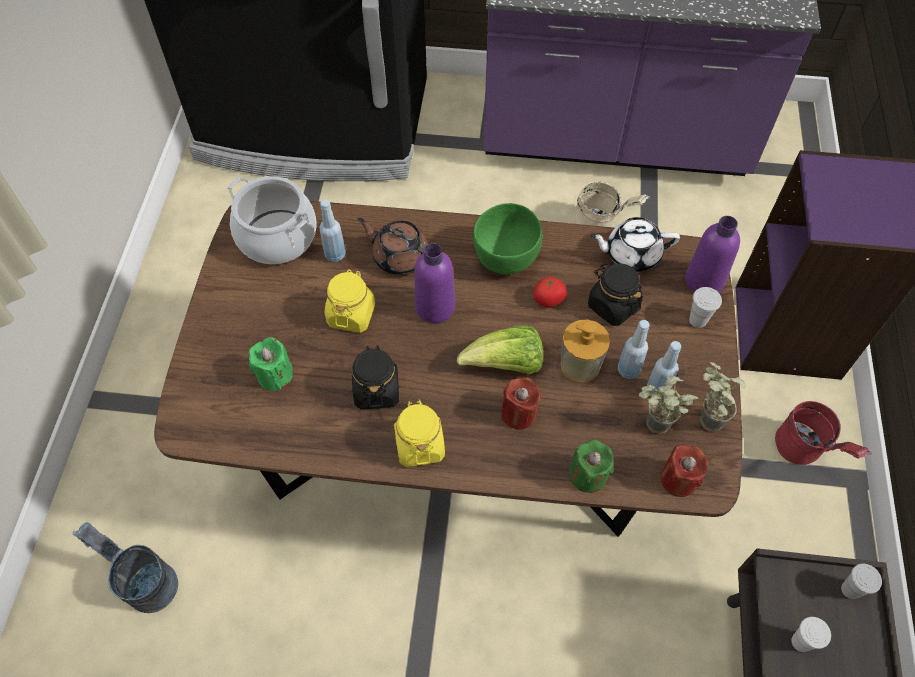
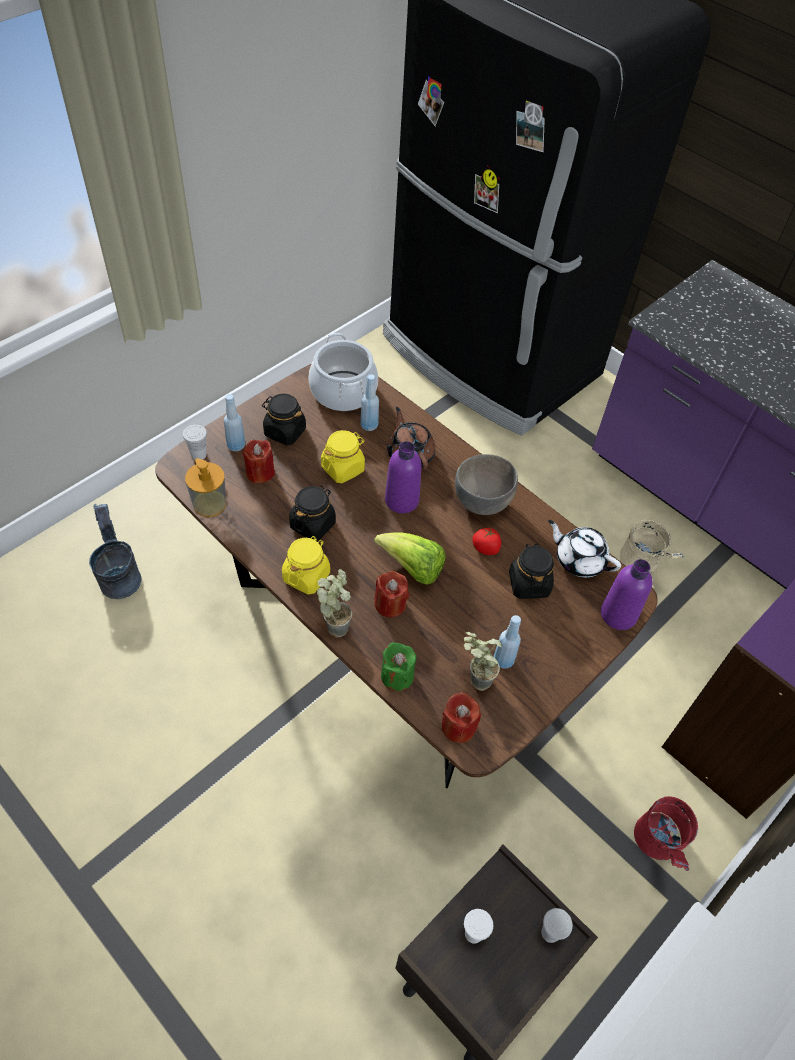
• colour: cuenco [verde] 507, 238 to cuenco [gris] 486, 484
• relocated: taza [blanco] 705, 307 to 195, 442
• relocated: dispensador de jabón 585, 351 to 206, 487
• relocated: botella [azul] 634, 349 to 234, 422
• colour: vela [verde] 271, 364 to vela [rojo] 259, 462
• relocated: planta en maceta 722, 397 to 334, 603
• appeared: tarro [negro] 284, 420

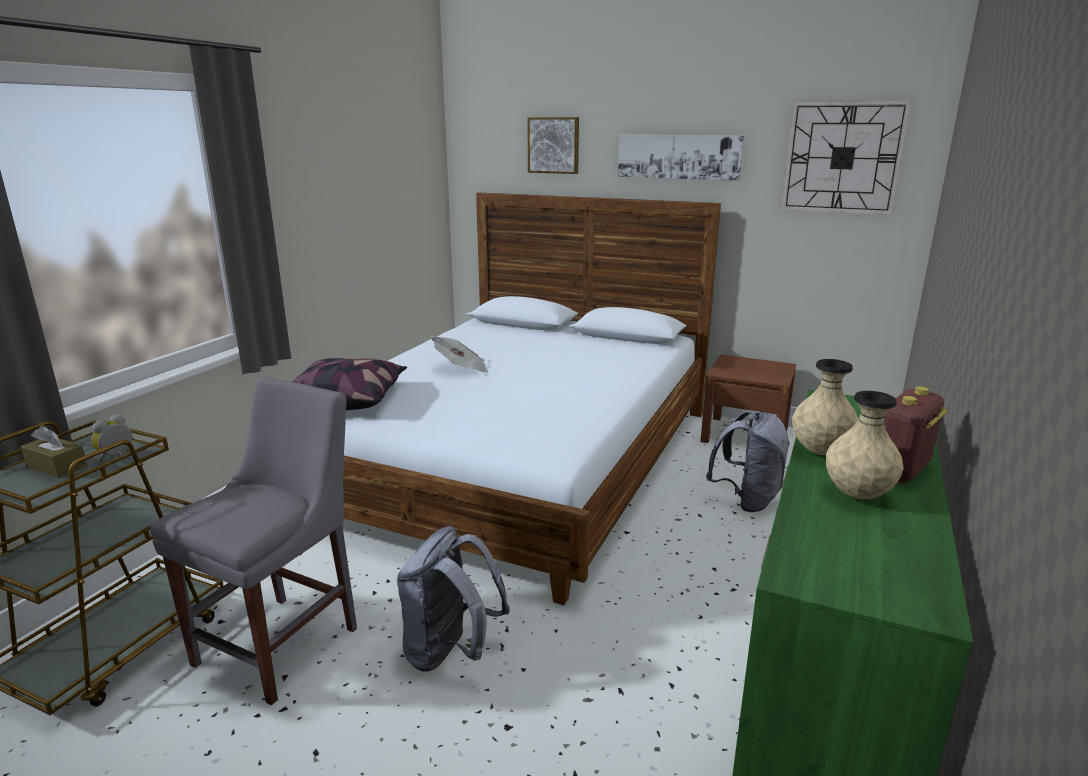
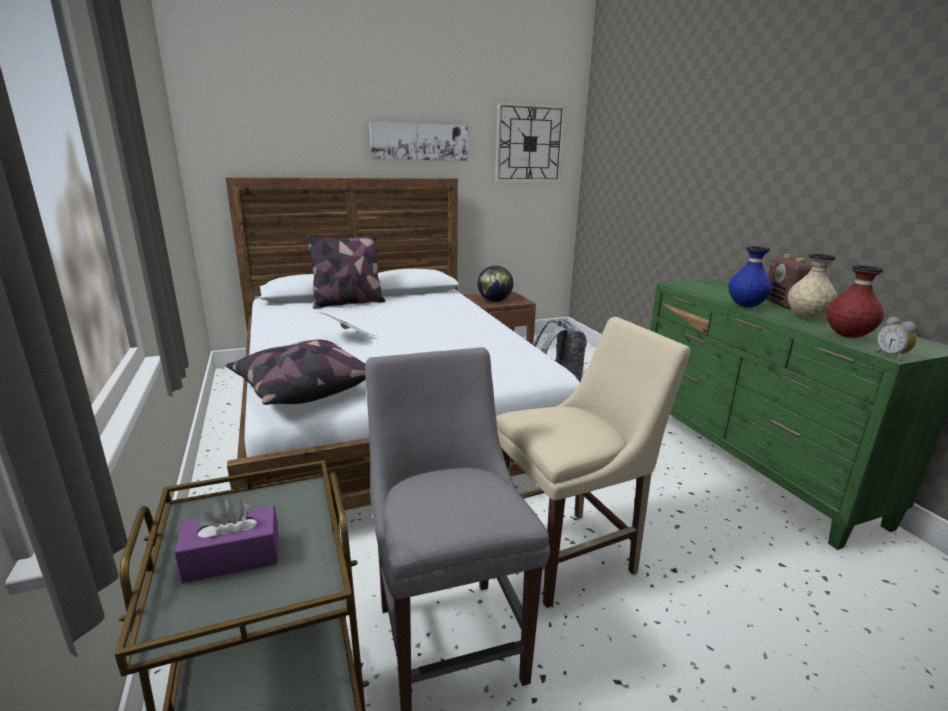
• missing: cuadro 553, 145
• colour: florero [beis] 825, 407 to florero [azul] 750, 276
• relocated: despertador 112, 438 to 896, 339
• colour: caja de pañuelos [marrón] 54, 451 to caja de pañuelos [morado] 226, 540
• exchanged: mochila [gris] 453, 599 to silla [beis] 593, 462
• appeared: cojín 345, 271
• appeared: globo terráqueo 495, 283
• appeared: florero [rojo] 855, 301

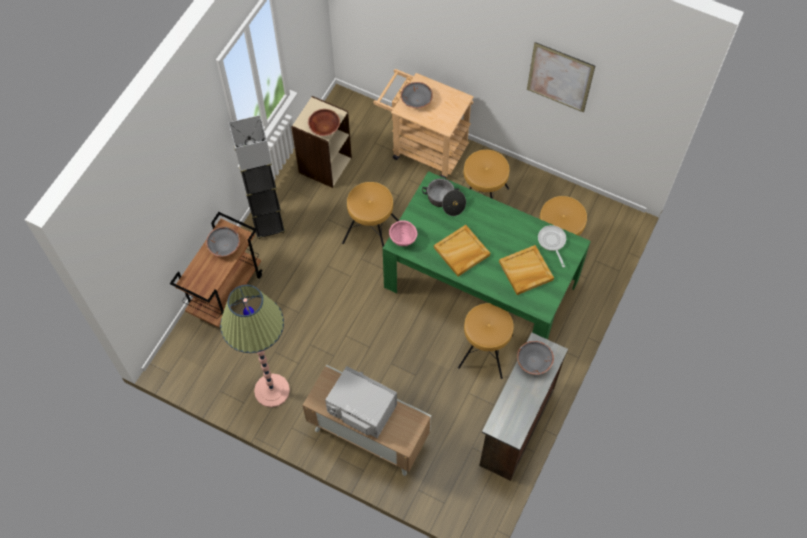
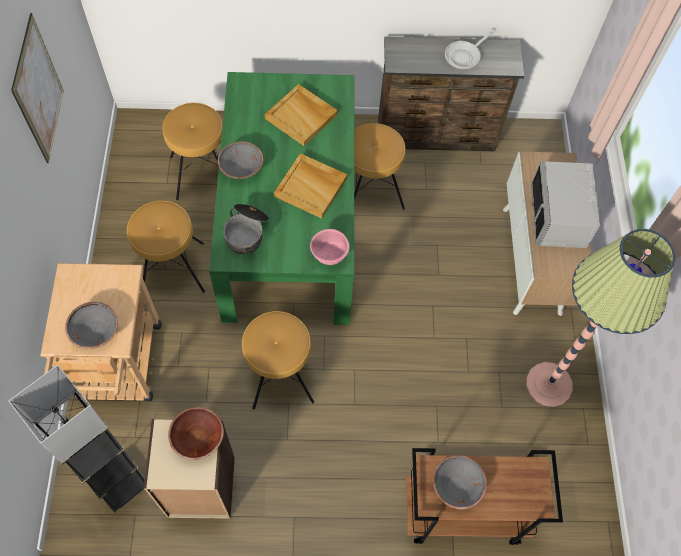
• relocated: lámpara de pie [gris] 257, 177 to 76, 439
• relocated: sartén 552, 246 to 470, 50
• relocated: cuenco [gris] 535, 358 to 240, 160

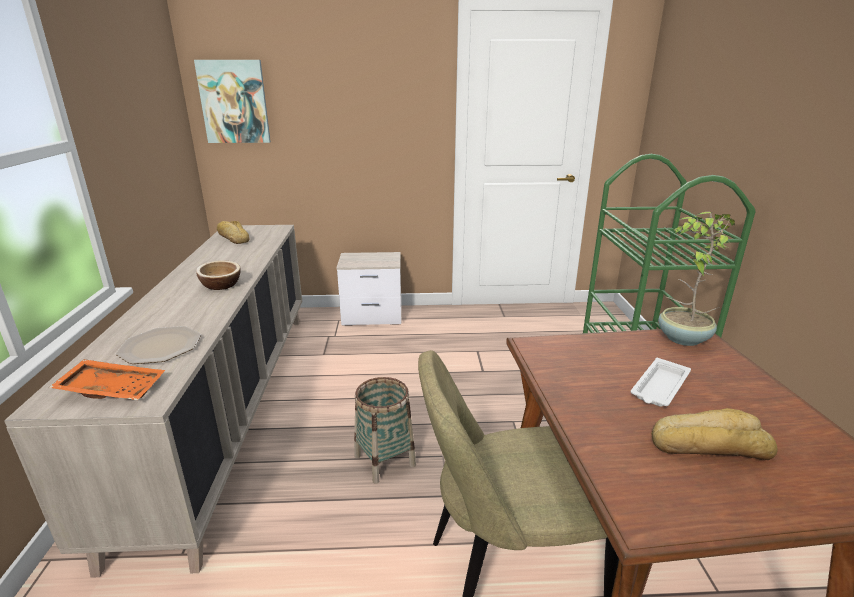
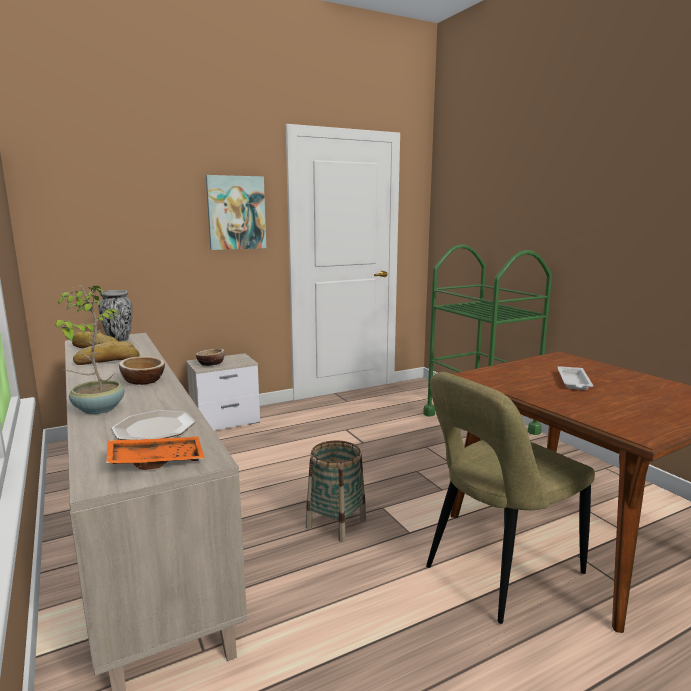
• relocated: cuadro 232, 101 to 236, 212
• relocated: planta en maceta 696, 279 to 90, 349
• relocated: pan 714, 434 to 106, 353
• appeared: florero 115, 316
• appeared: cuenco 210, 357

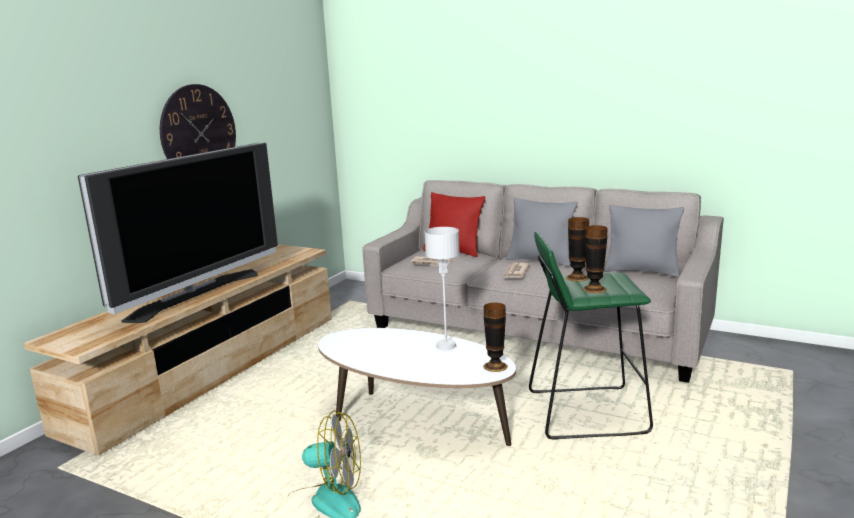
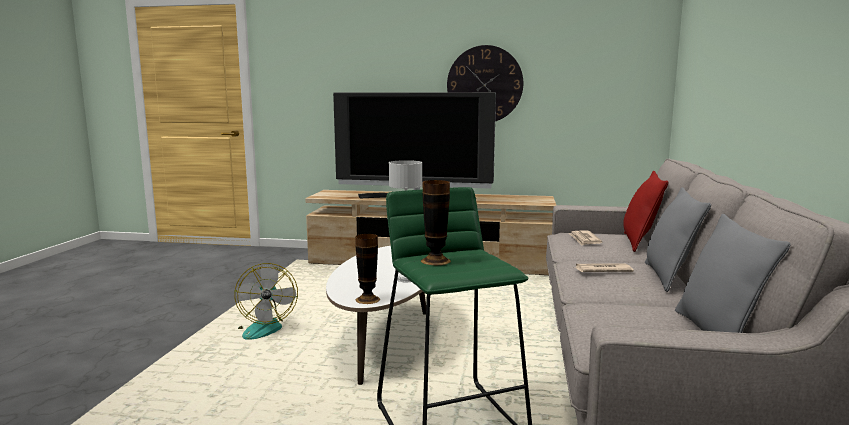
• missing: florero 577, 249

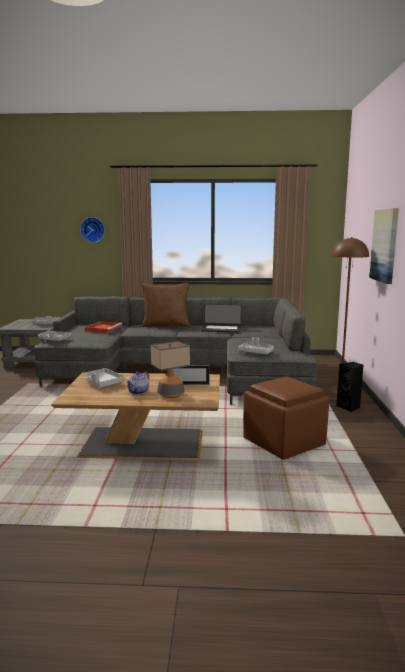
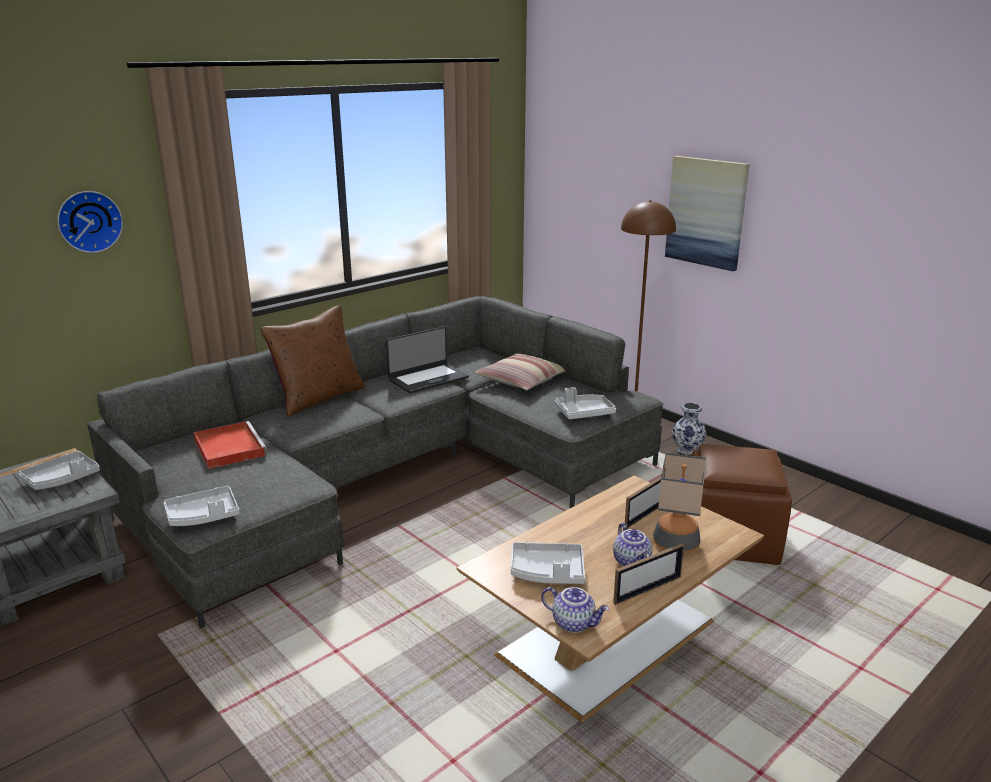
• exchanged: altavoz [negro] 349, 387 to florero 689, 429
• appeared: cojín 520, 371
• appeared: portarretratos 648, 574
• appeared: tetera 575, 610

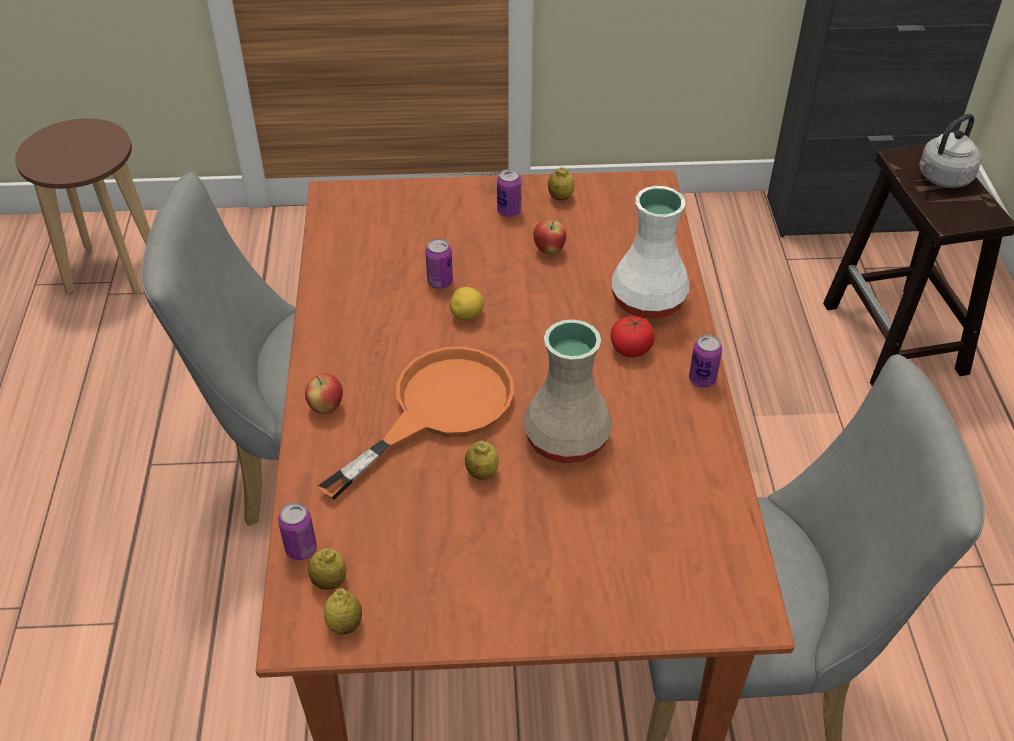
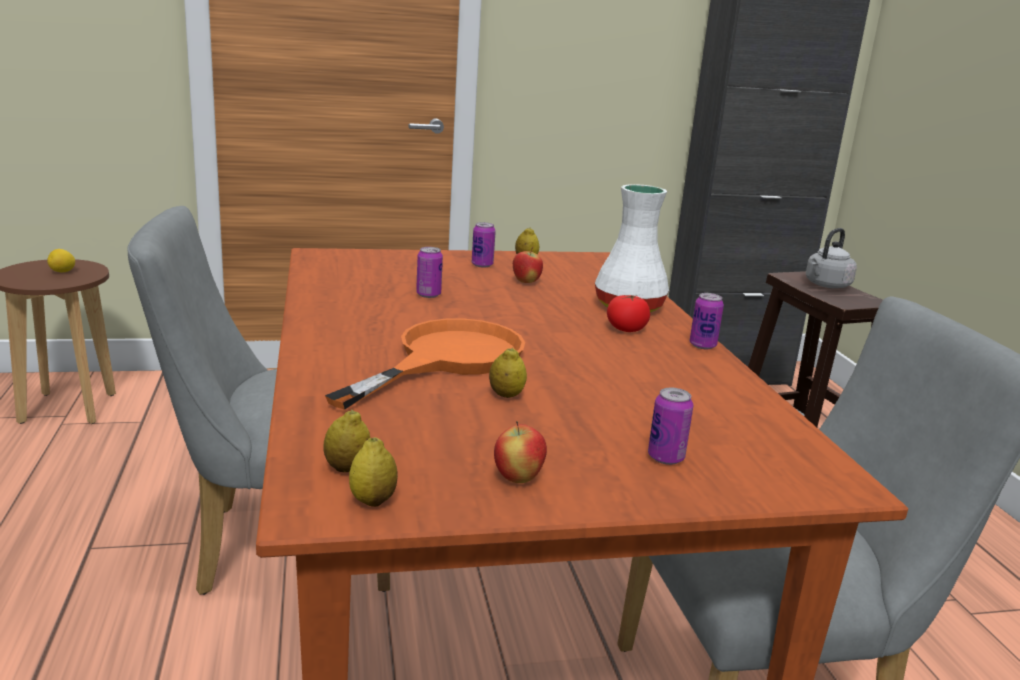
• relocated: limón 467, 303 to 61, 260
• missing: florero [beis] 567, 392
• relocated: manzana 324, 393 to 520, 452
• relocated: lata 297, 531 to 670, 426

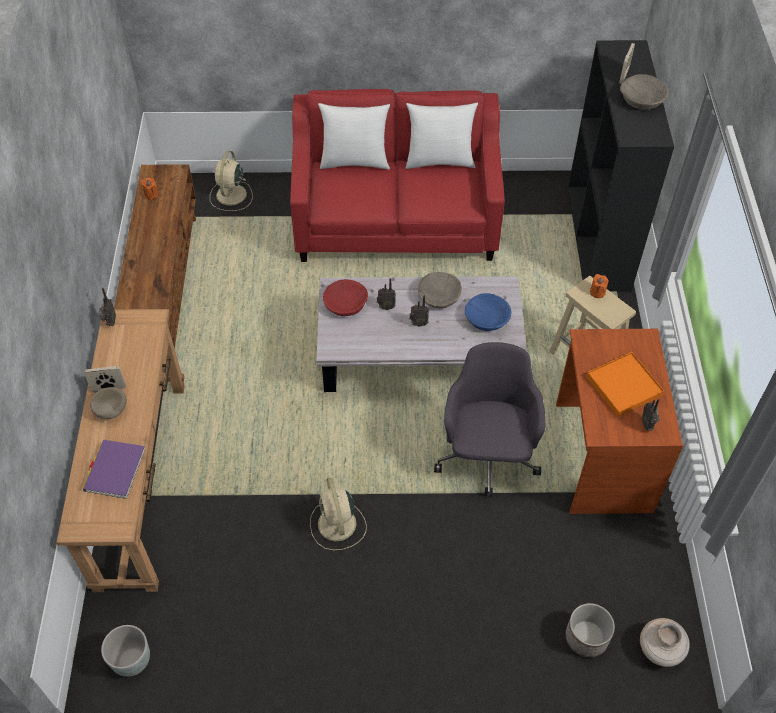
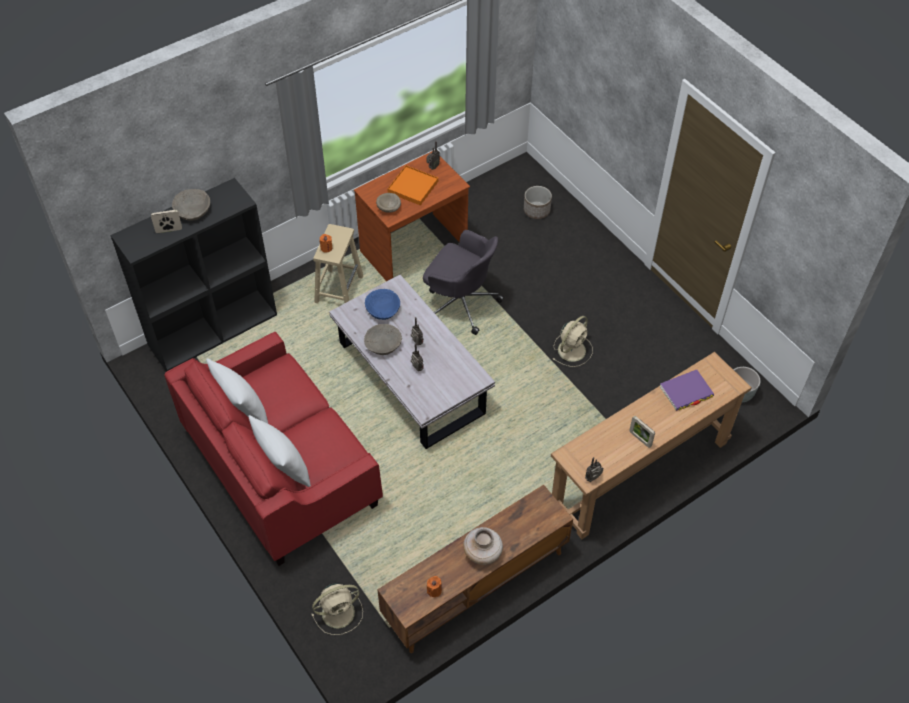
• missing: cuenco [rojo] 345, 297
• spun: silla de oficina [gris] 490, 419 = 463, 282 120 degrees counterclockwise
• relocated: cuenco [beis] 108, 403 to 388, 203
• relocated: florero [beis] 665, 642 to 483, 546

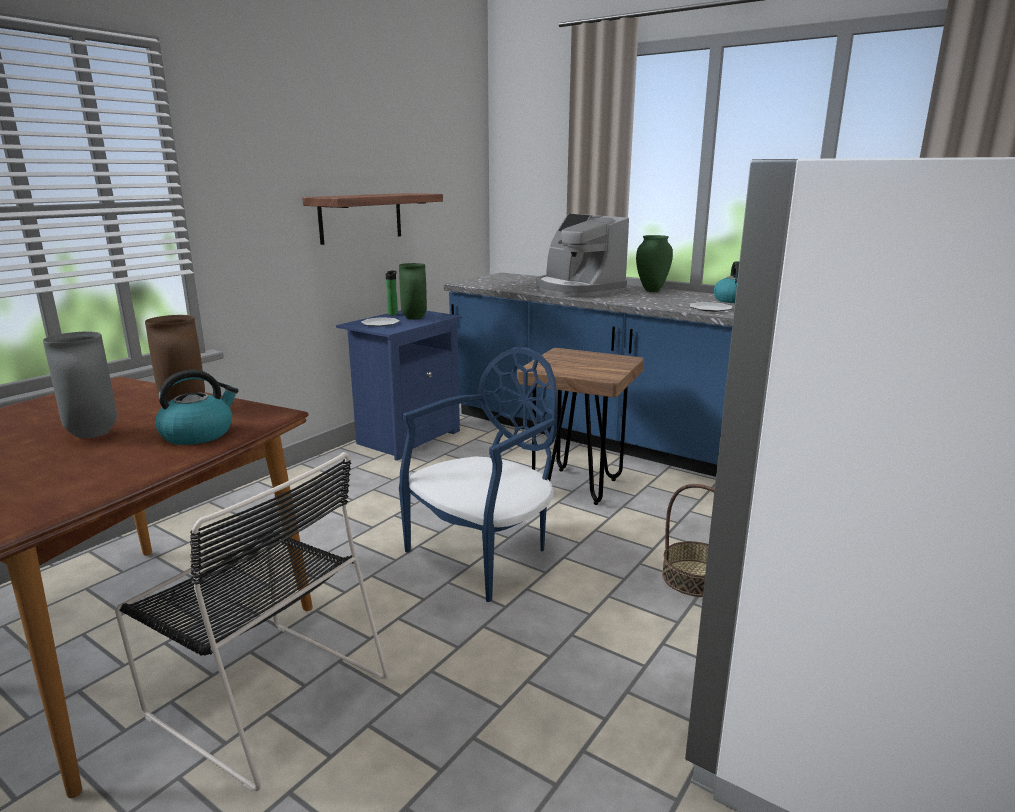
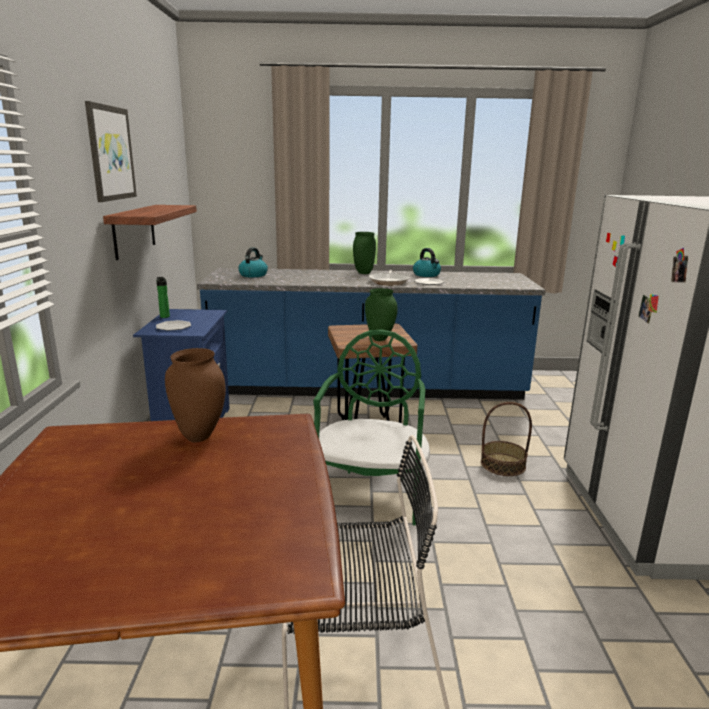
• missing: cafetera 582, 255
• relocated: florero [verde] 413, 291 to 381, 314
• missing: florero [gris] 80, 384
• colour: silla [azul] 478, 474 to silla [verde] 372, 427
• relocated: hervidor 197, 407 to 253, 262
• appeared: cuadro 111, 151
• appeared: sartén 389, 277

